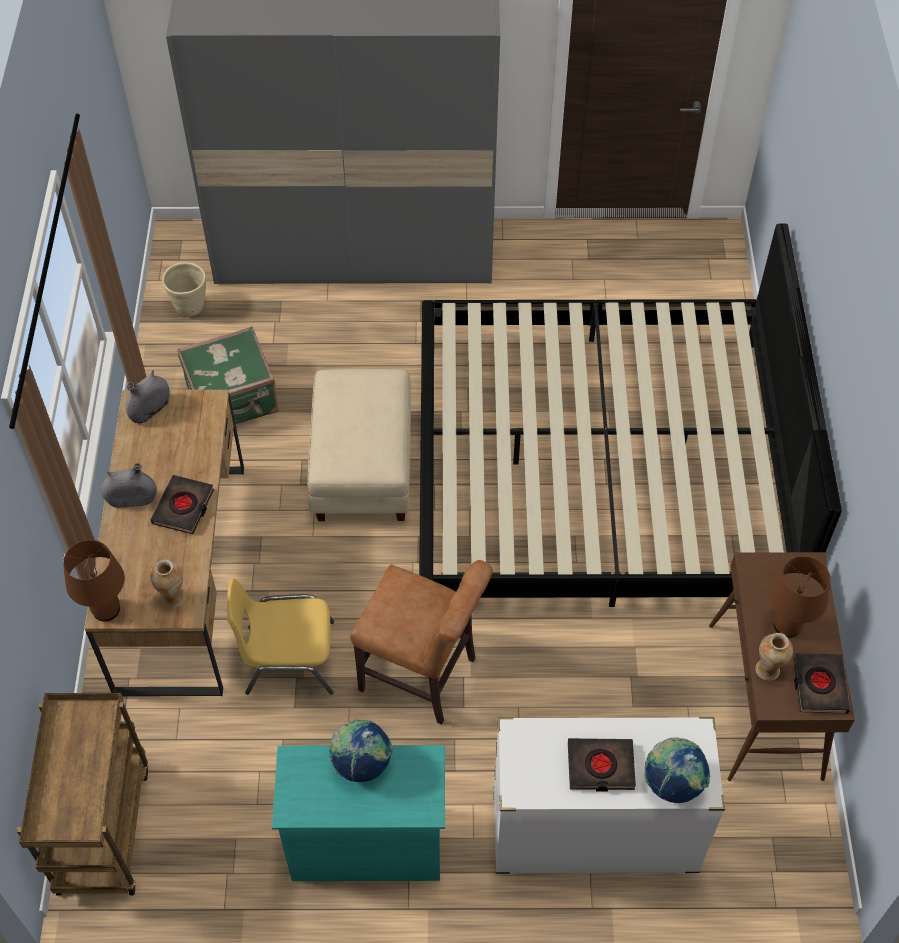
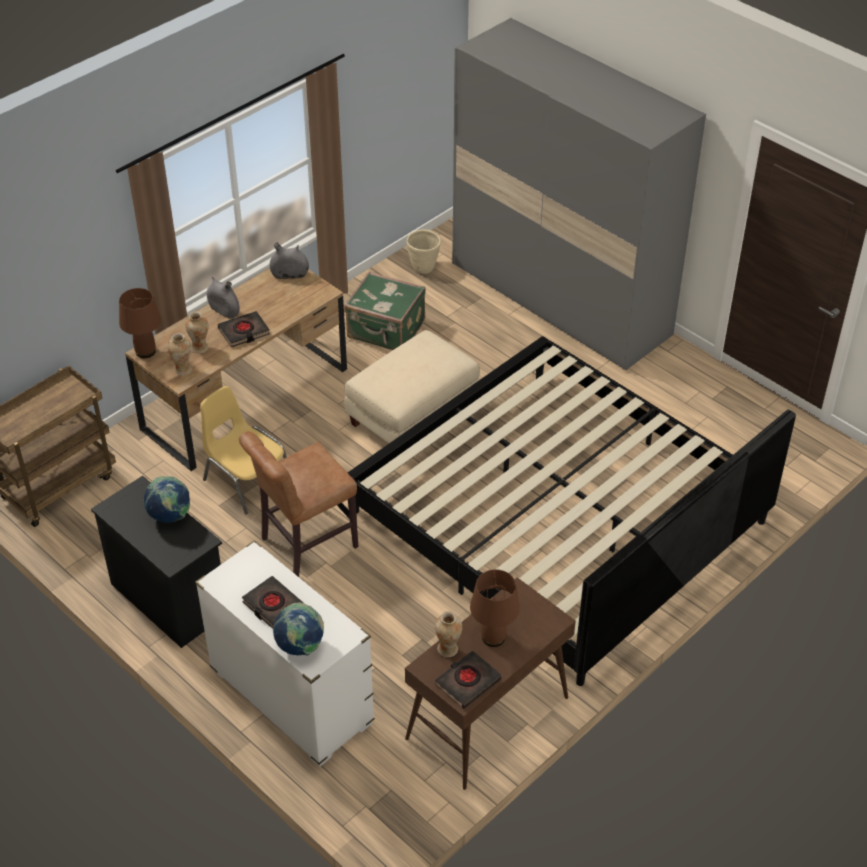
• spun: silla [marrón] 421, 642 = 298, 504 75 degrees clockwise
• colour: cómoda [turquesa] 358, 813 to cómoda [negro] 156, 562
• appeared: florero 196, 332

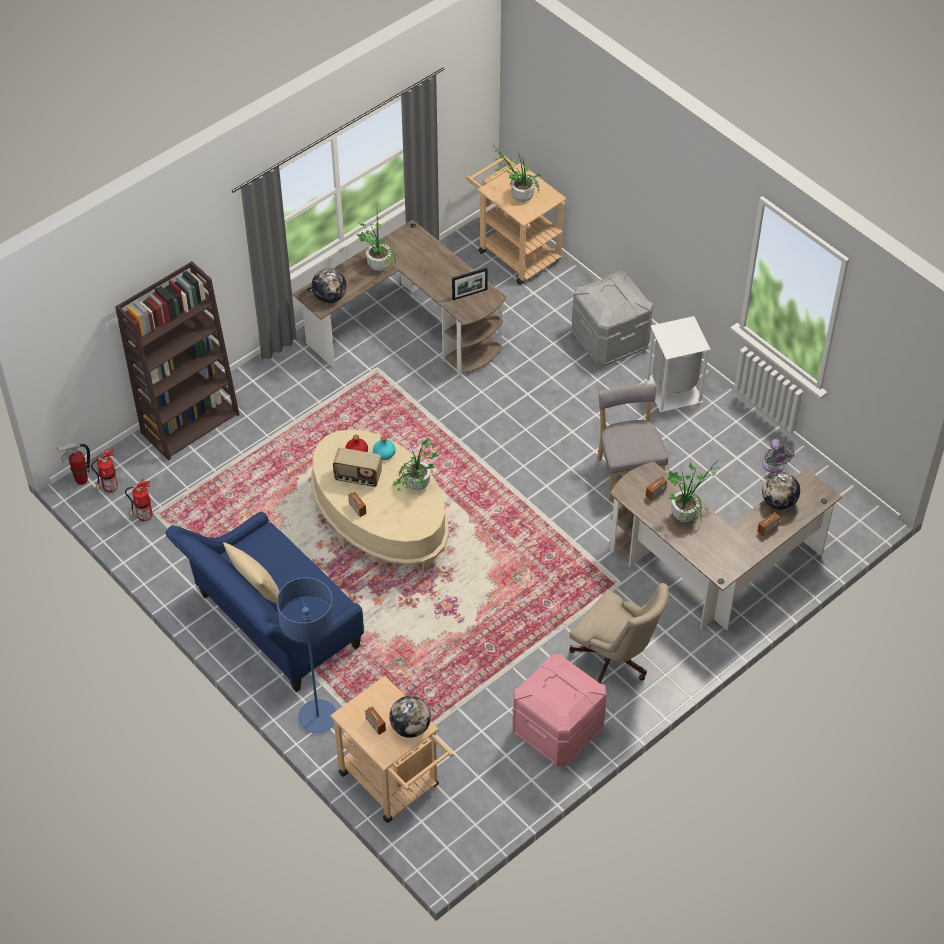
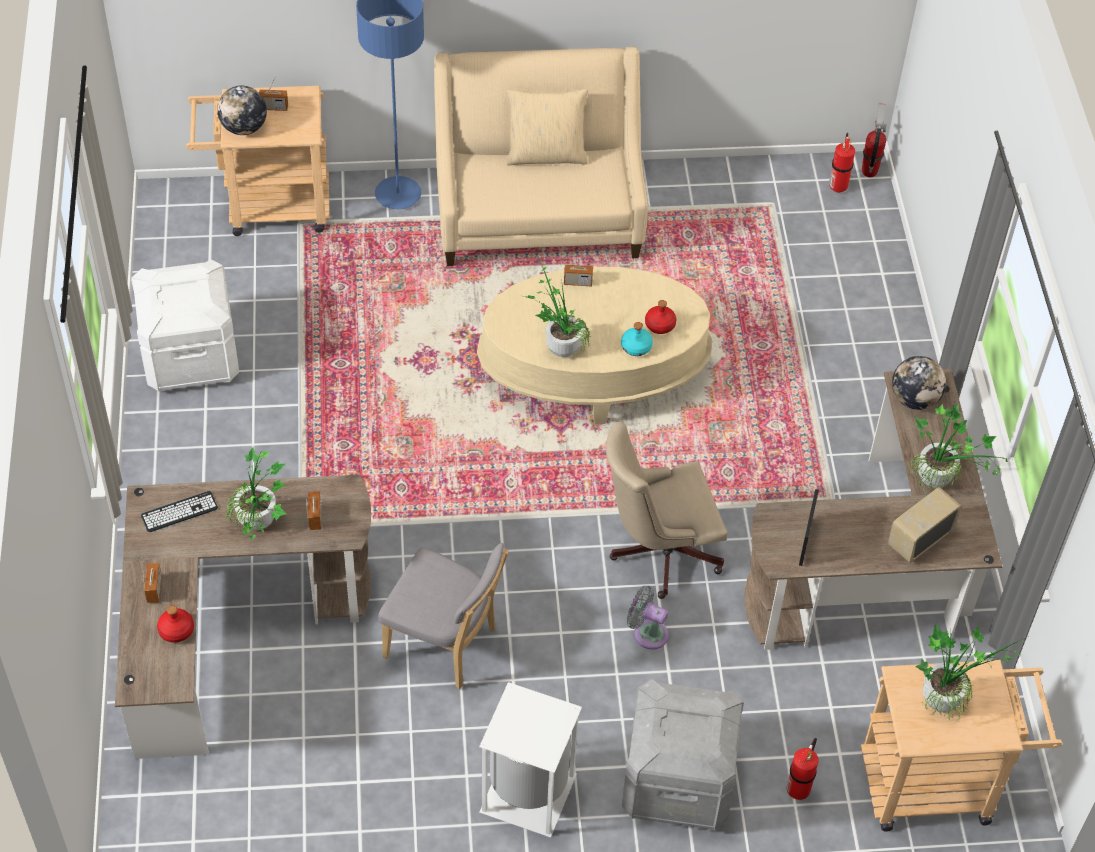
• missing: estantería [marrón] 177, 360
• relocated: ventilador [gris] 778, 456 to 648, 617
• relocated: radio 357, 467 to 925, 525
• exchanged: globo terráqueo 781, 491 to botella [rojo] 175, 624
• relocated: extintor 139, 500 to 803, 769
• colour: sofá [azul] 264, 602 to sofá [beis] 541, 156
• relocated: silla de oficina [beis] 619, 633 to 667, 510
• colour: caja de almacenaje [rosa] 559, 710 to caja de almacenaje [blanco] 185, 325
• appeared: teclado 179, 511

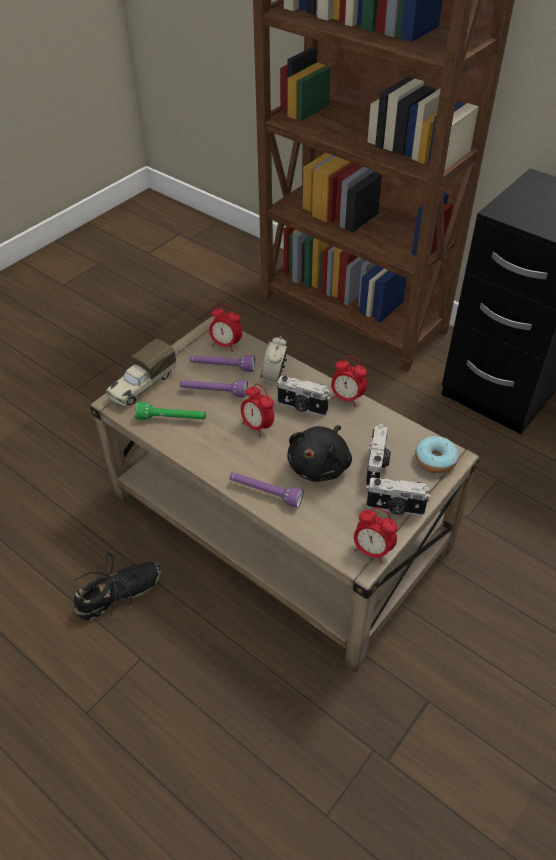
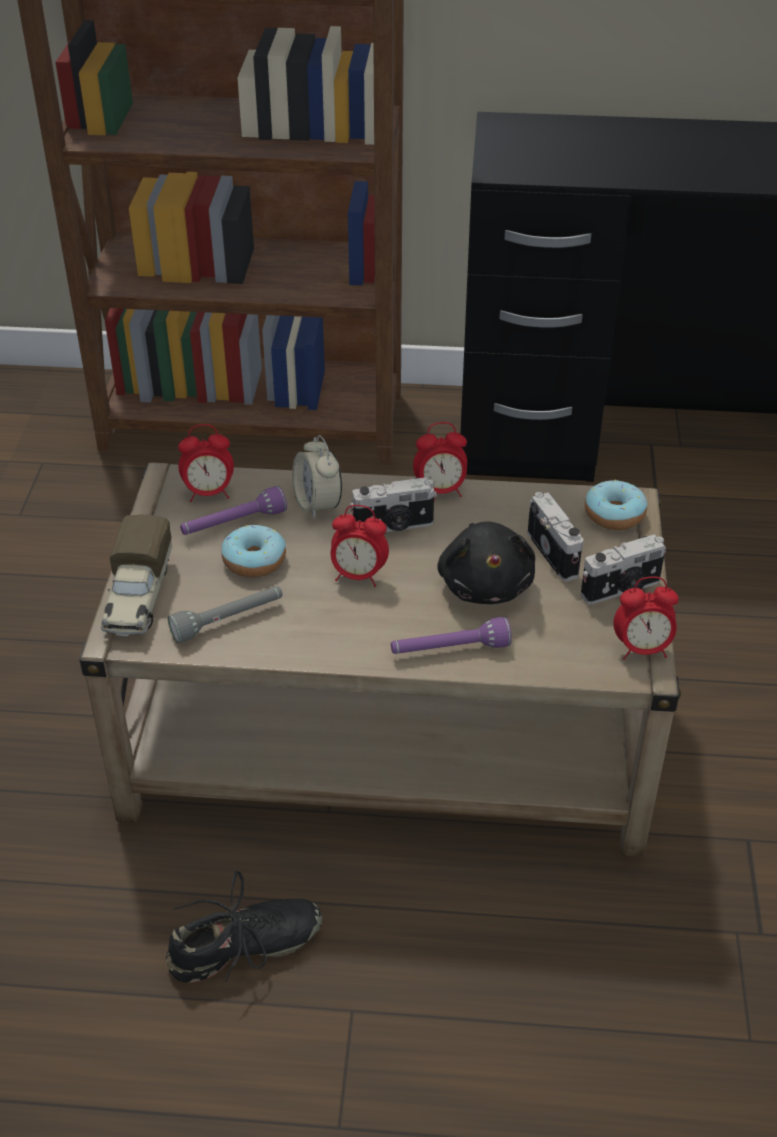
• exchanged: linterna [morado] 214, 389 to rosquilla 253, 551
• colour: linterna [verde] 170, 411 to linterna [gris] 225, 614
• spun: zapato [negro] 117, 586 = 244, 927 45 degrees clockwise

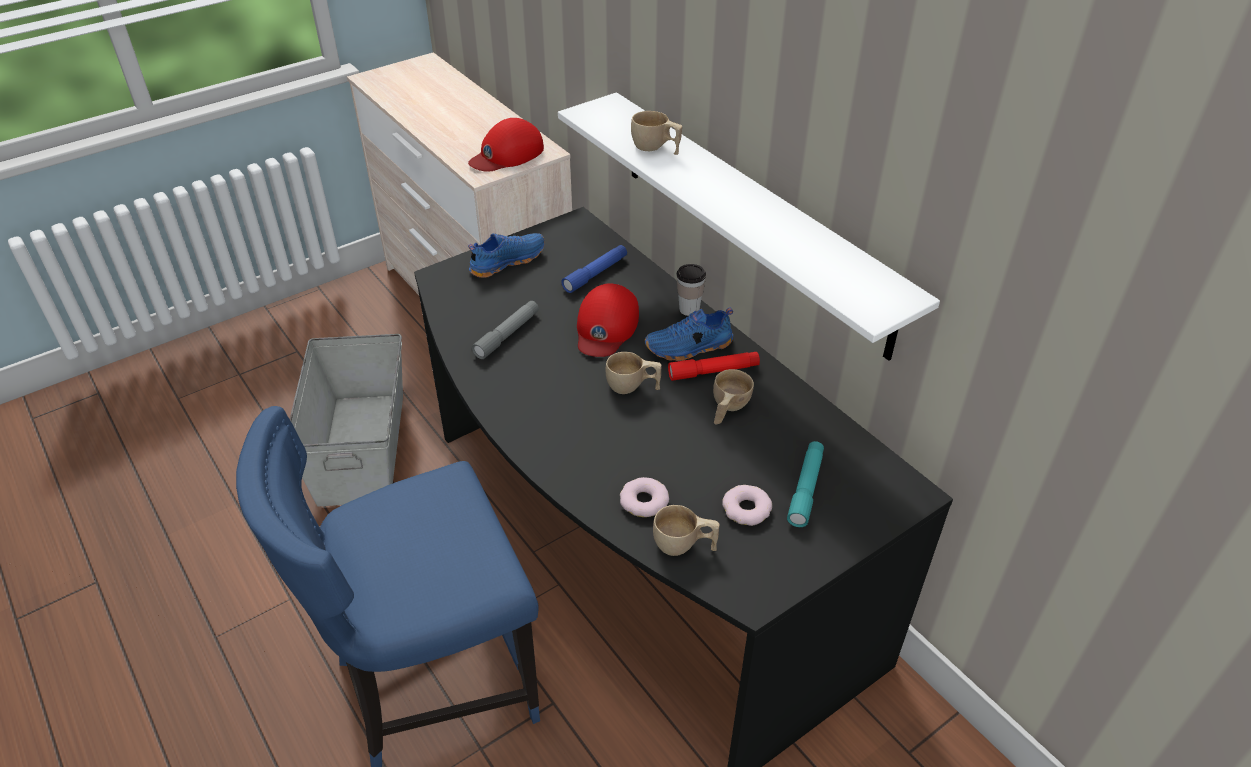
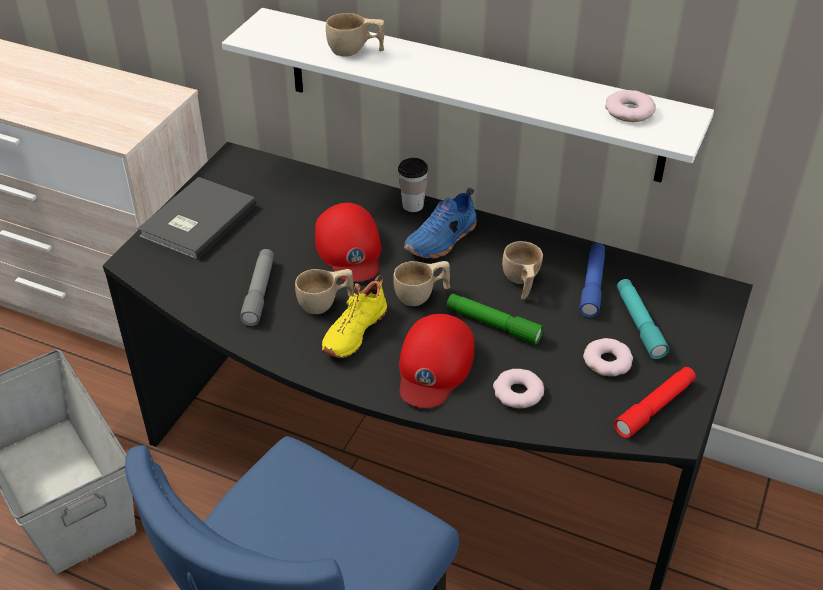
• relocated: gorra [rojo] 506, 145 to 436, 361
• exchanged: zapato [azul] 506, 255 to libro [gris] 196, 218
• relocated: linterna [azul] 594, 269 to 592, 280
• relocated: linterna [rojo] 714, 366 to 655, 402
• relocated: taza [beis] 686, 530 to 324, 291
• appeared: rosquilla 630, 106
• appeared: zapato [amarillo] 354, 316
• appeared: linterna [verde] 495, 319

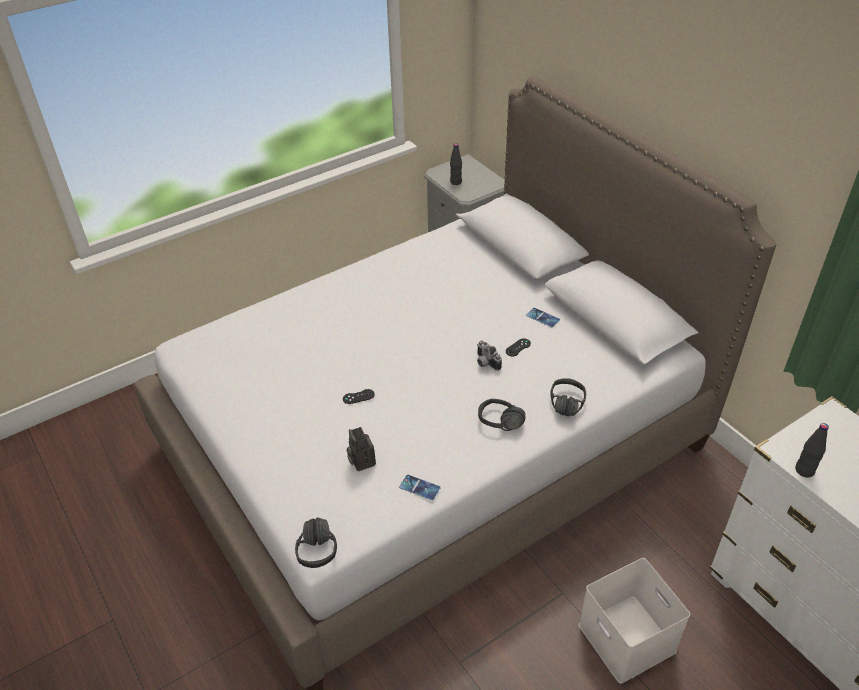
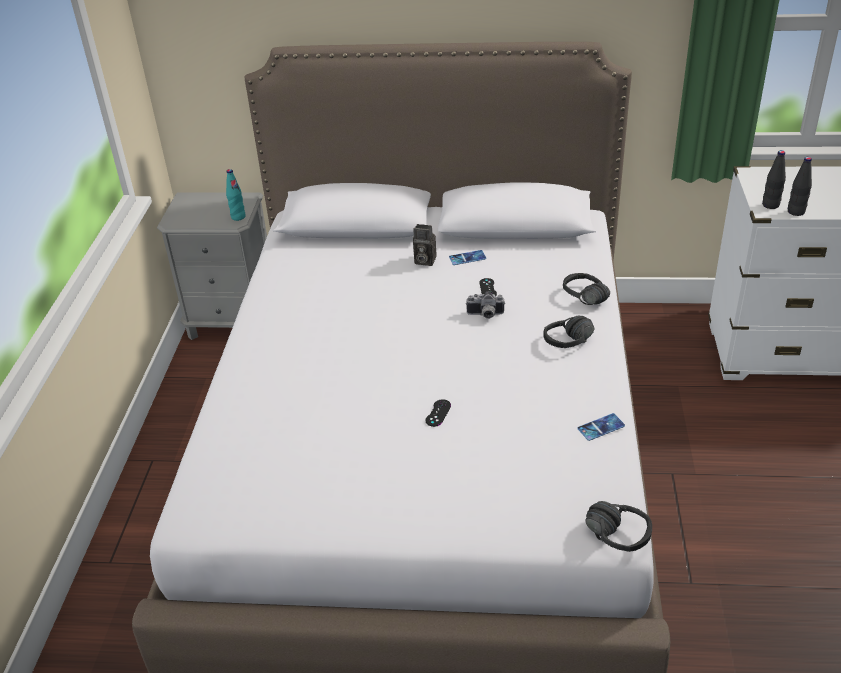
• relocated: botella [negro] 456, 164 to 774, 179
• relocated: cámara 361, 449 to 425, 245
• missing: caja de almacenaje [blanco] 634, 621
• appeared: botella [turquesa] 236, 195

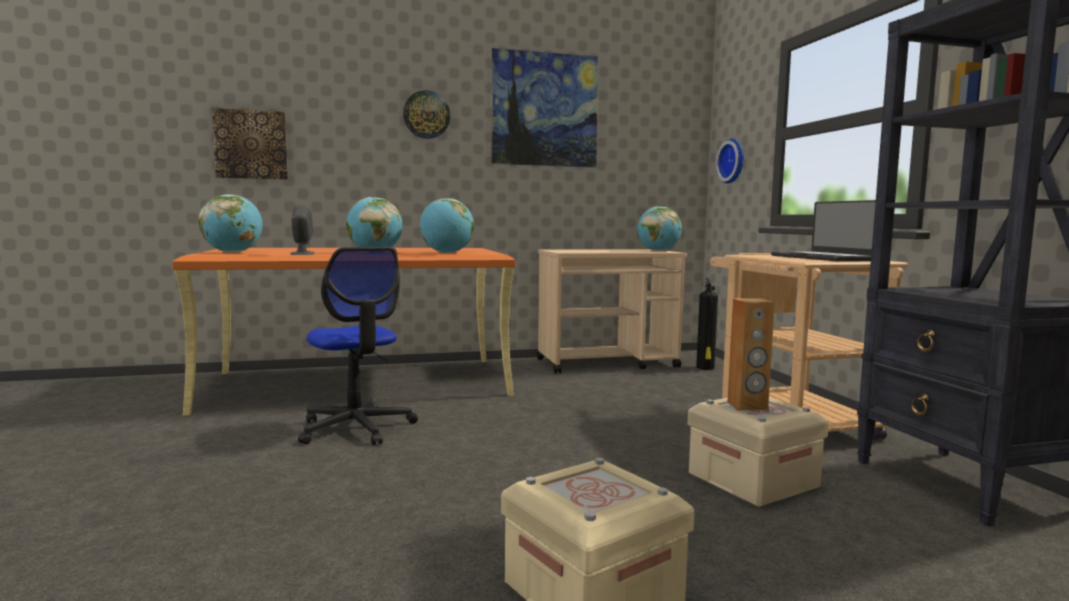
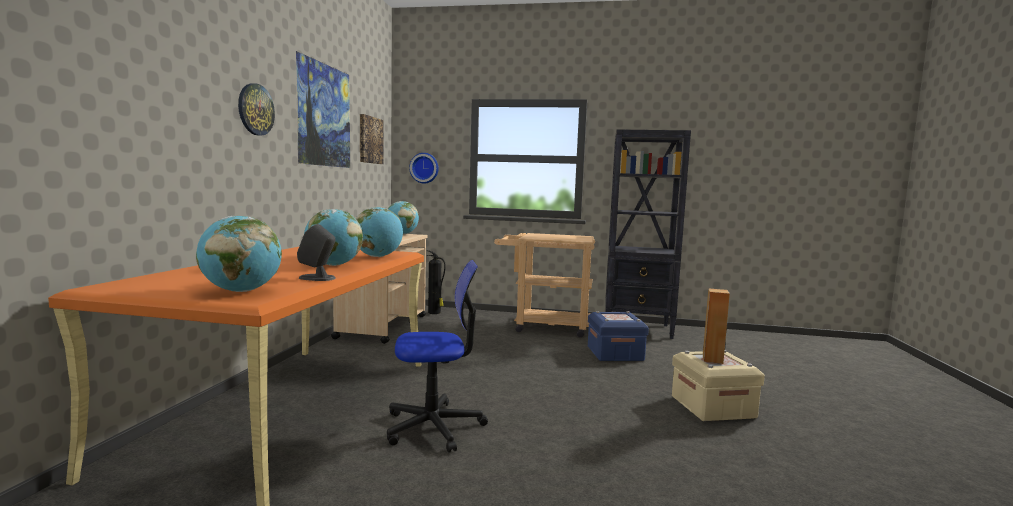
• relocated: cuadro 250, 144 to 372, 139
• missing: portátil 823, 230
• relocated: altavoz [marrón] 751, 354 to 716, 326
• colour: caja de almacenaje [beis] 758, 452 to caja de almacenaje [azul] 618, 336

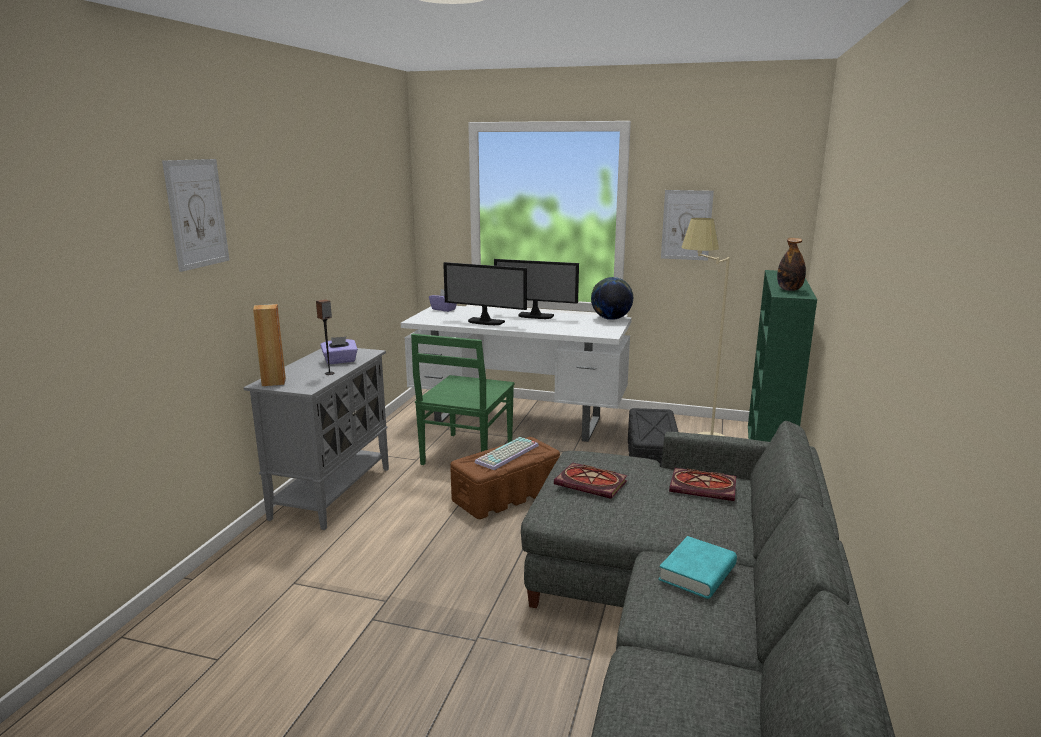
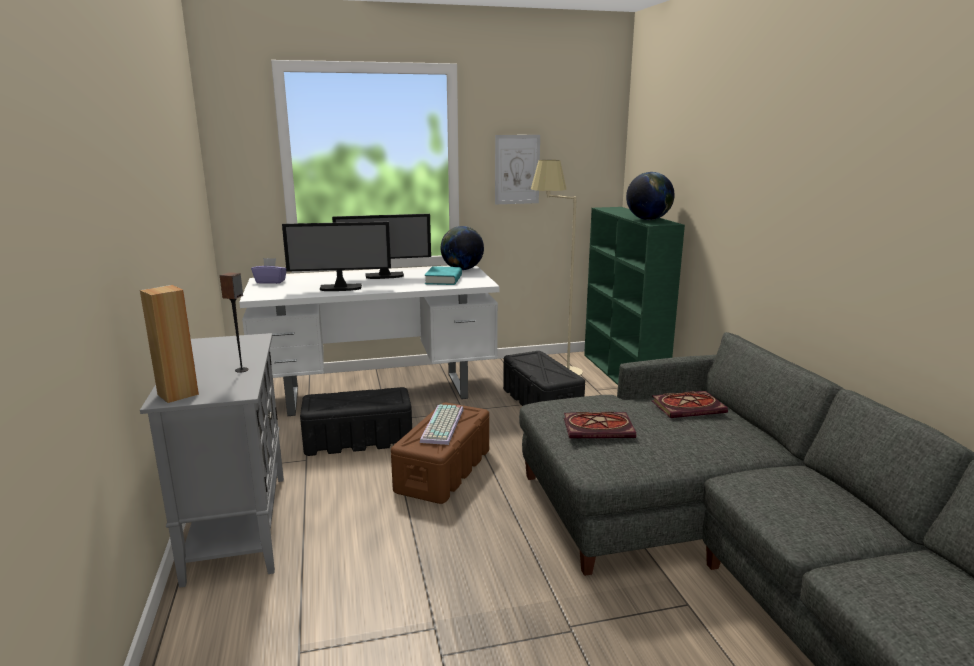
• missing: cuadro 196, 215
• exchanged: botella 791, 264 to globo terráqueo 650, 196
• exchanged: silla [verde] 463, 399 to caja de almacenaje [negro] 356, 421
• missing: caja de pañuelos [morado] 339, 350
• relocated: libro [turquesa] 698, 567 to 443, 275

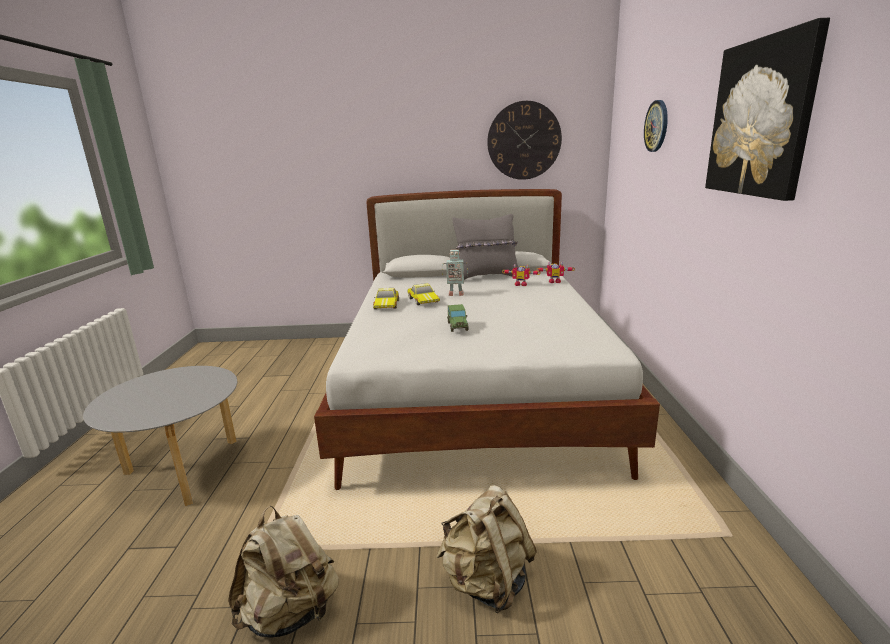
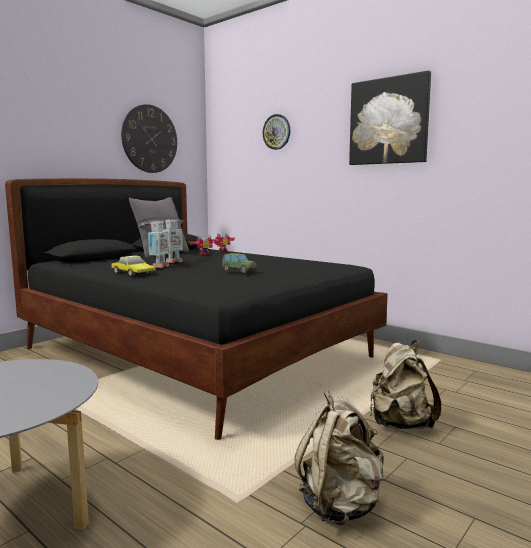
• colour: cama [blanco] 487, 339 to cama [negro] 196, 309
• exchanged: coche de juguete 423, 294 to robot de juguete 158, 244

